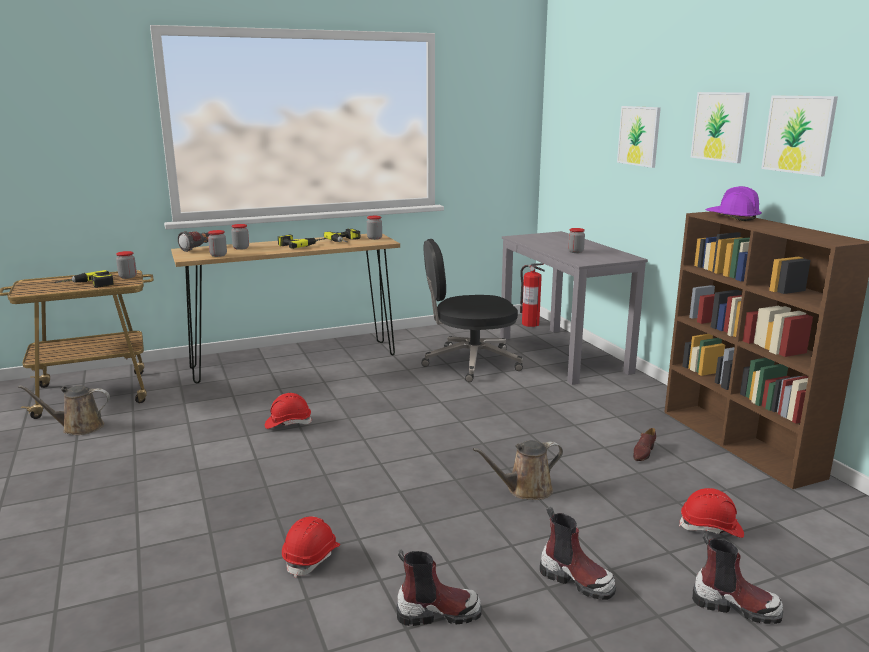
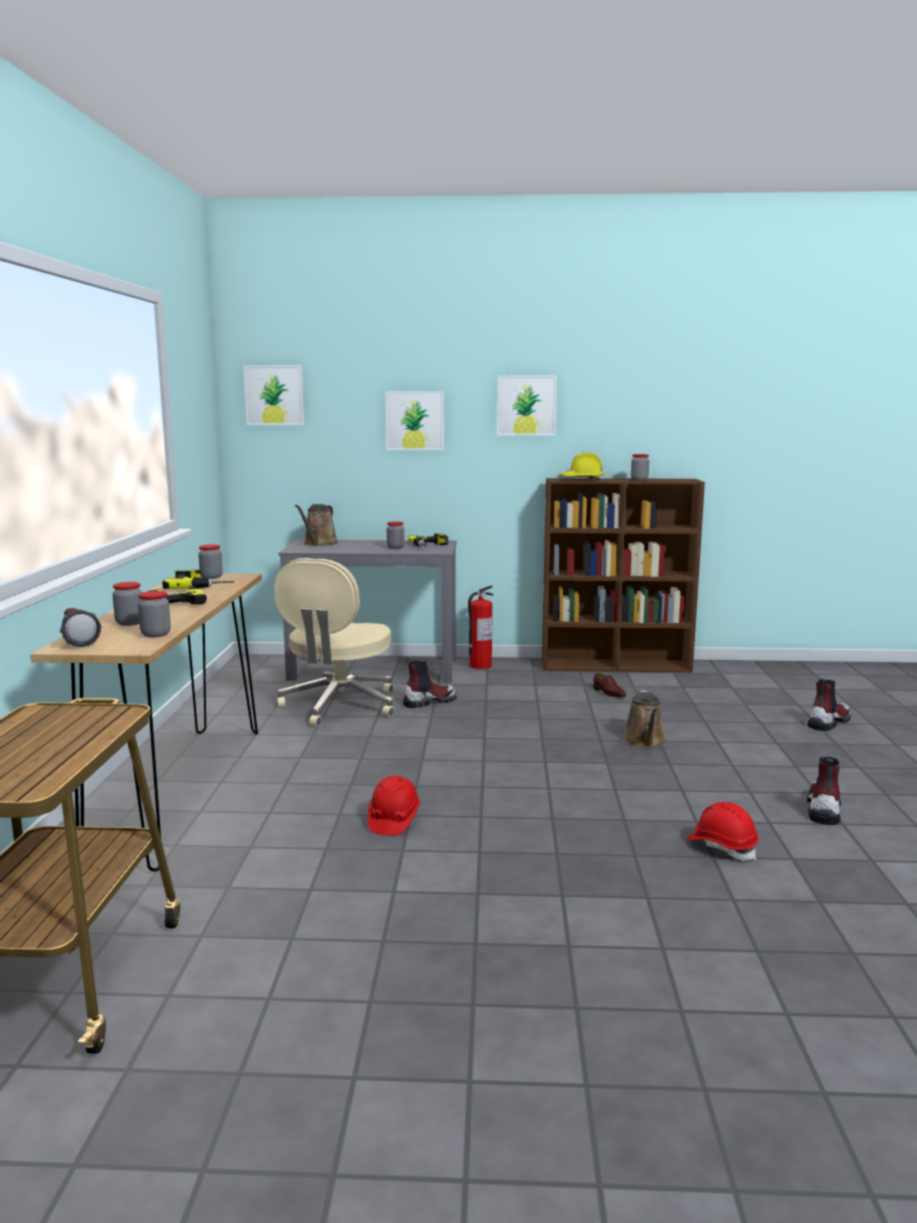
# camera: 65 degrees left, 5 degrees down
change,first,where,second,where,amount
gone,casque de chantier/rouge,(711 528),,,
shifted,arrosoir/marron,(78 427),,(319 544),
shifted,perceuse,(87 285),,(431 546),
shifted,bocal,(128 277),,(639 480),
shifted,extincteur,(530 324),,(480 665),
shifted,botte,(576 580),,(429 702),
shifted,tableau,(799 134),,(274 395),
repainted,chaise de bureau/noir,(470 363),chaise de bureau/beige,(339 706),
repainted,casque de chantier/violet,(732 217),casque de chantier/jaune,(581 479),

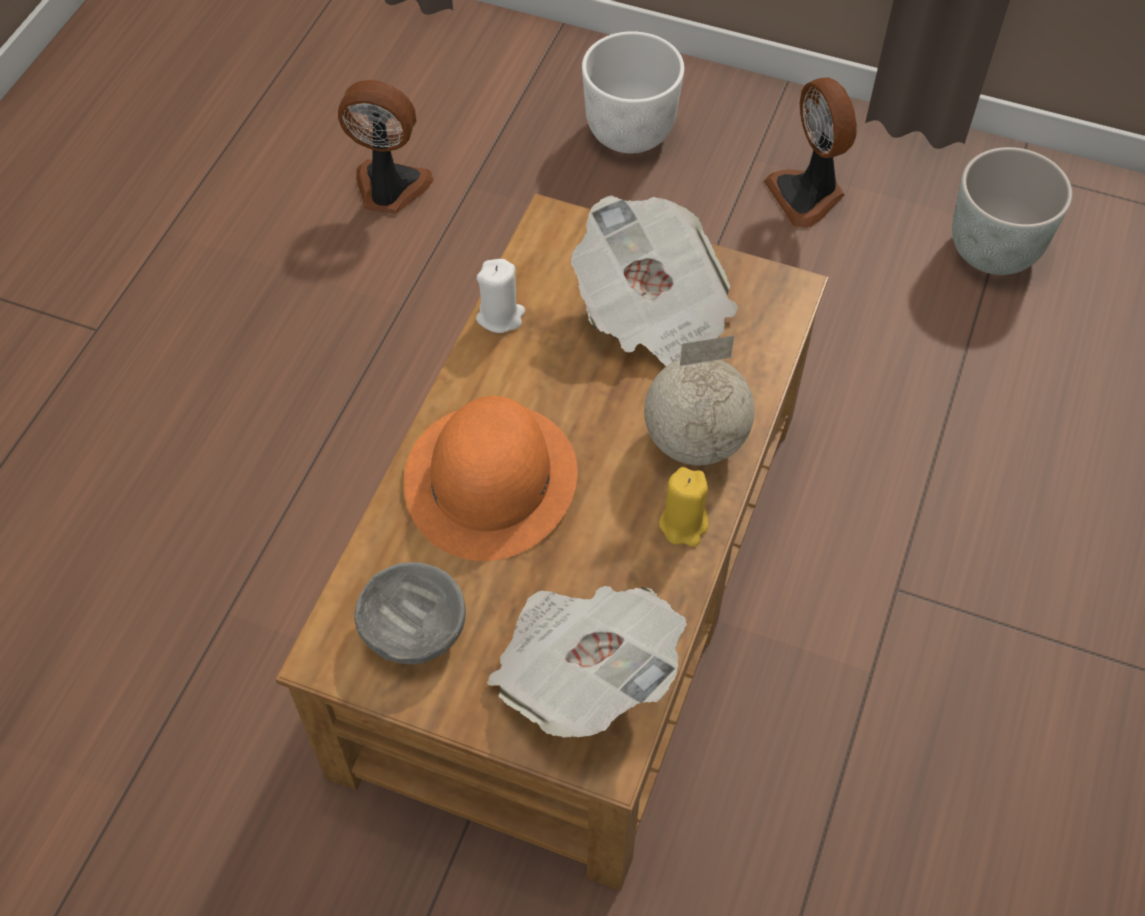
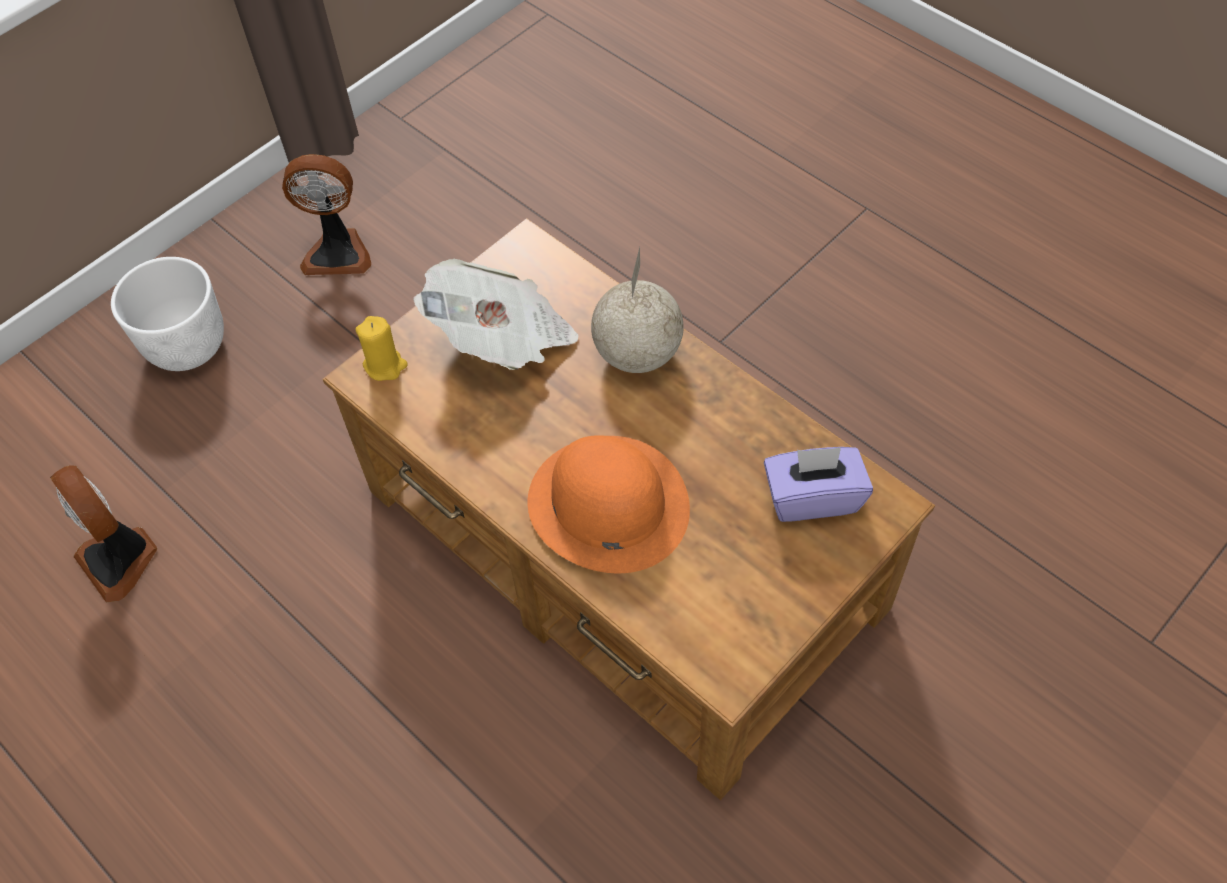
# camera: 65 degrees left, 0 degrees up
change,first,where,second,where,amount
gone,bol/gris,(413 630),,,
gone,bougie/blanc,(500 316),,,
gone,cache-pot/gris,(994 252),,,
shifted,bougie/jaune,(684 524),,(385 365),
swapped,journal,(583 672),boîte à mouchoirs/violet,(812 497),
rotated,ventilateur,(389 189),,(121 559),75 degrees counterclockwise

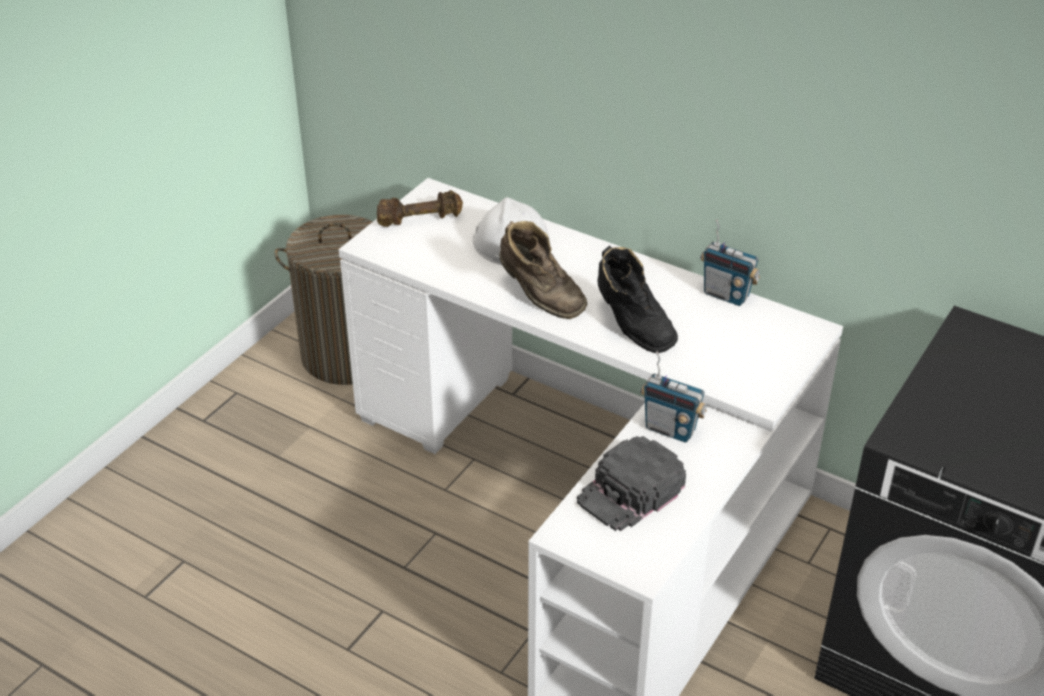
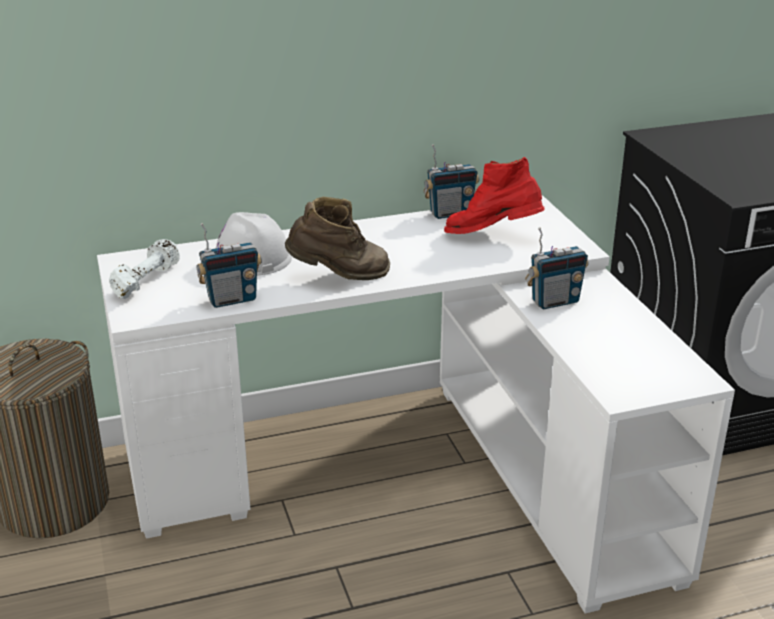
# camera: 50 degrees left, 10 degrees down
change,first,where,second,where,amount
gone,casquette/noir,(630 492),,,
gone,botte/noir,(631 327),,,
new,,,radio,(232 299),
new,,,botte/rouge,(492 236),
repainted,haltère/marron,(419 219),haltère/blanc,(145 281),

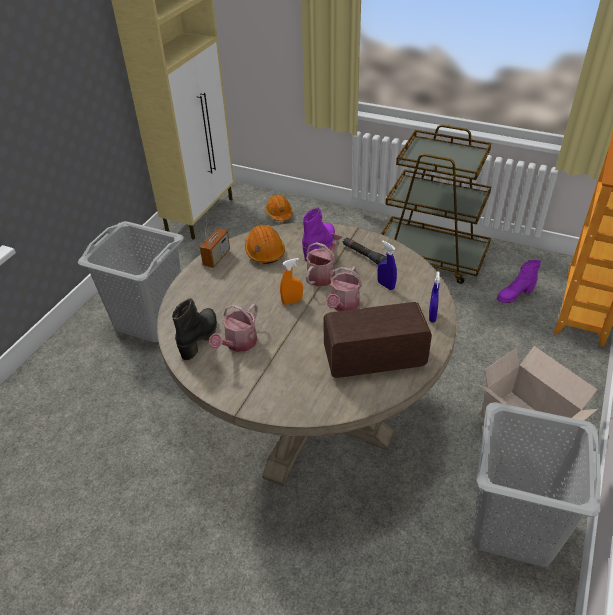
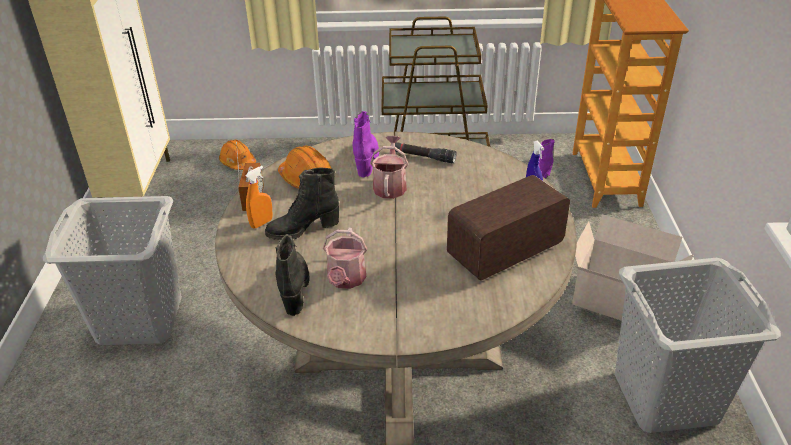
# camera: 25 degrees left, 5 degrees down
change,first,where,second,where,amount
gone,arrosoir,(343 305),,,
gone,vaporisateur/bleu,(386 285),,,
new,,,botte/noir,(303 229),
shifted,vaporisateur/orange,(292 301),,(261 223),

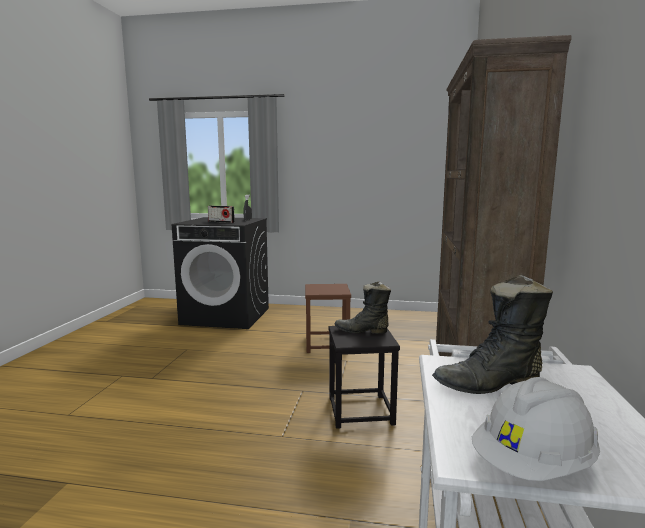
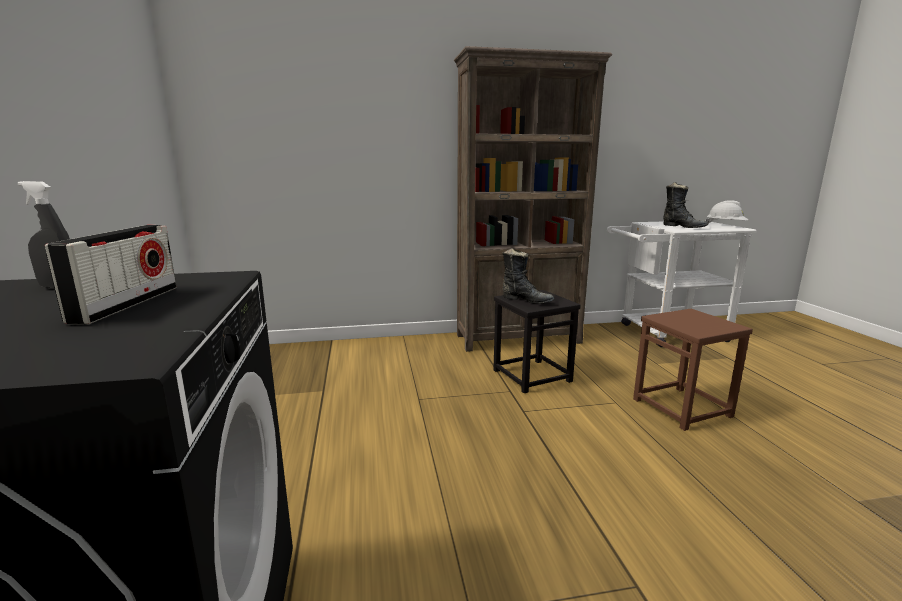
# camera: 110 degrees left, 5 degrees up
change,first,where,second,where,amount
shifted,tabouret/marron,(326 344),,(682 408),
rotated,botte/noir,(362 331),,(526 300),45 degrees counterclockwise

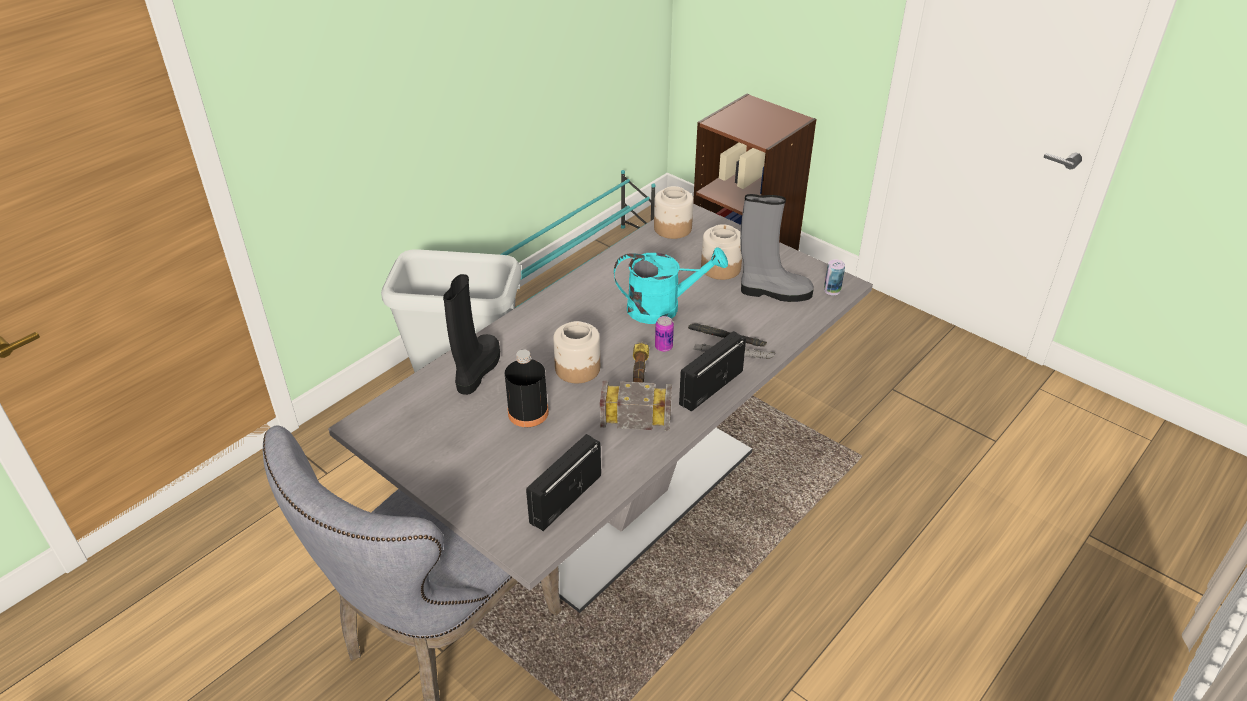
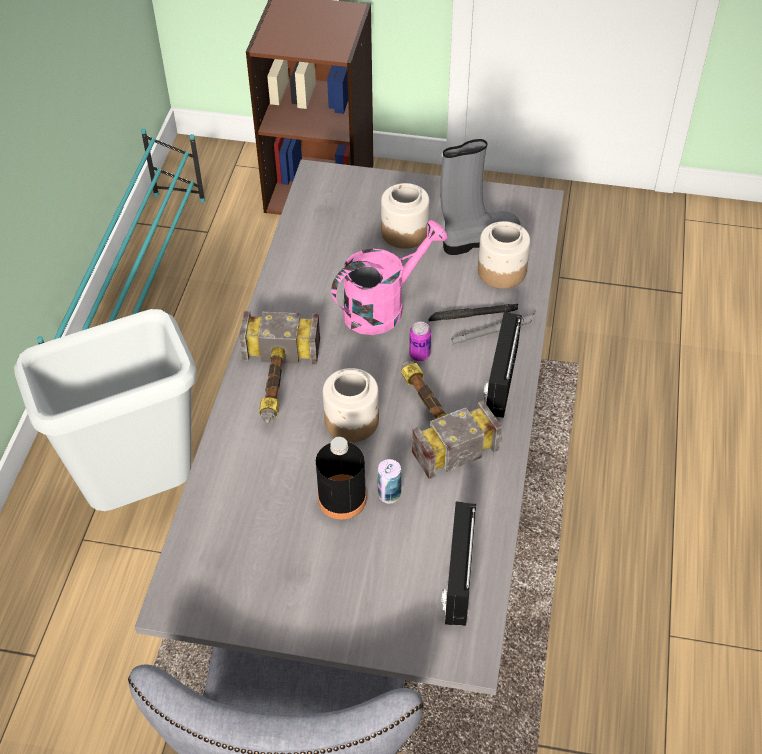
# camera: 30 degrees left, 10 degrees up
change,first,where,second,where,amount
gone,botte/noir,(477 370),,,
new,,,marteau,(276 383),
shifted,bocal,(672 228),,(501 271),
shifted,boîte métallique,(832 290),,(389 494),
repainted,arrosoir/turquoise,(663 308),arrosoir/rose,(383 307),

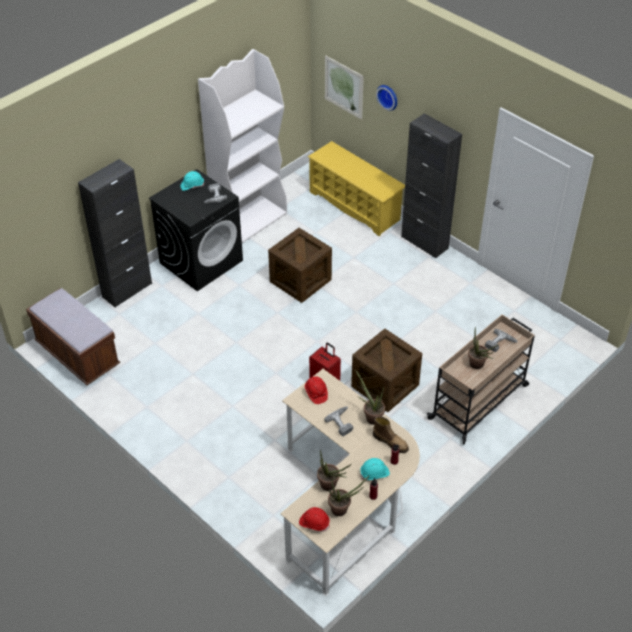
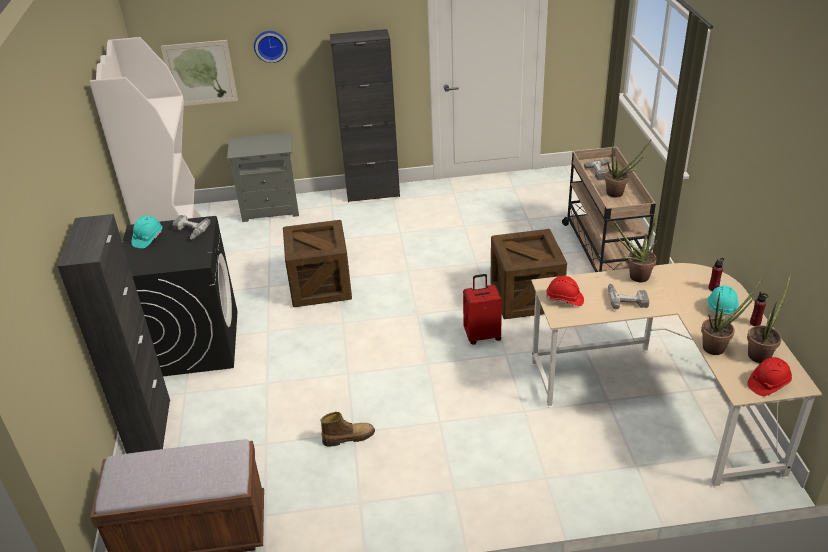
# camera: 50 degrees left, 10 degrees down
change,first,where,second,where,amount
shifted,botte,(391 442),,(348 437),
swapped,étagère à chaussures/jaune,(355 206),table de chevet/gris,(271 209),

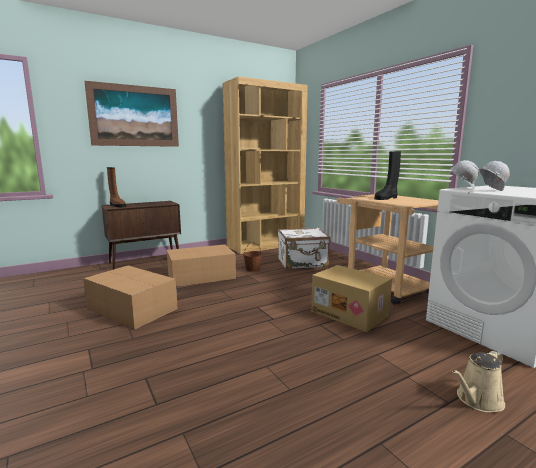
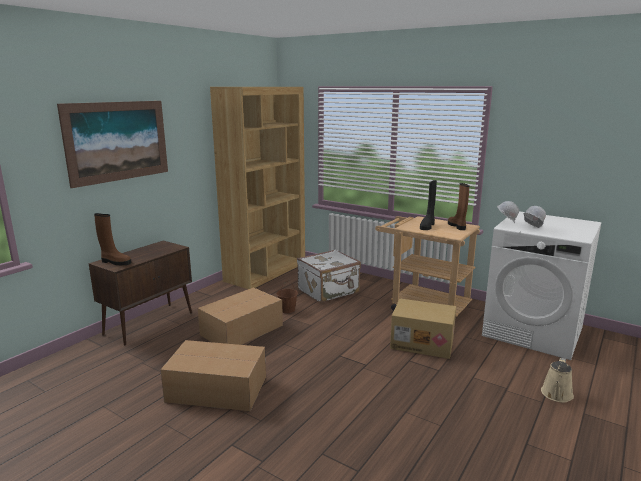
# camera: 25 degrees left, 5 degrees up
change,first,where,second,where,amount
new,,,botte/marron,(457 226),

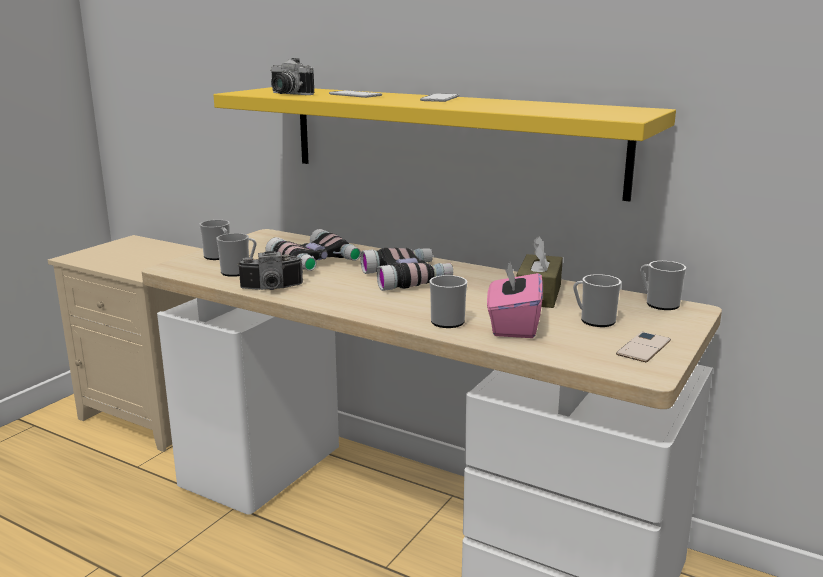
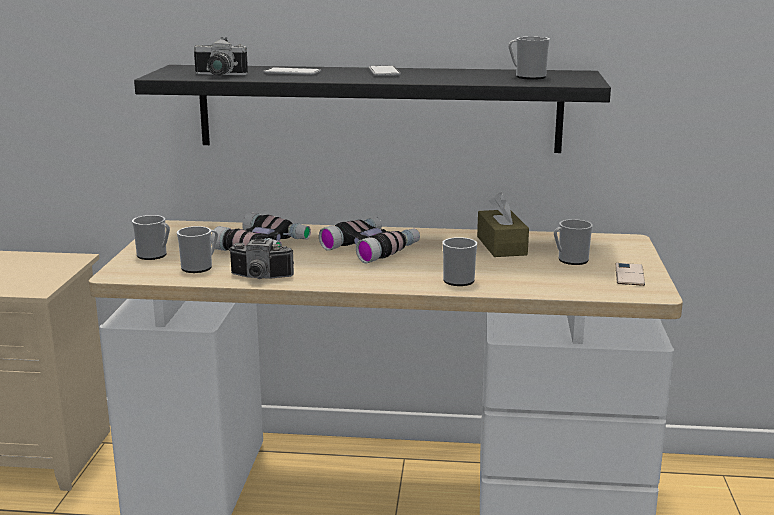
# camera: 25 degrees left, 0 degrees up
change,first,where,second,where,amount
gone,boîte à mouchoirs/rose,(513 325),,,
shifted,mug,(658 304),,(527 77),
repainted,étagère/jaune,(449 138),étagère/noir,(378 108),
rotated,appareil photo,(272 289),,(259 278),45 degrees clockwise

